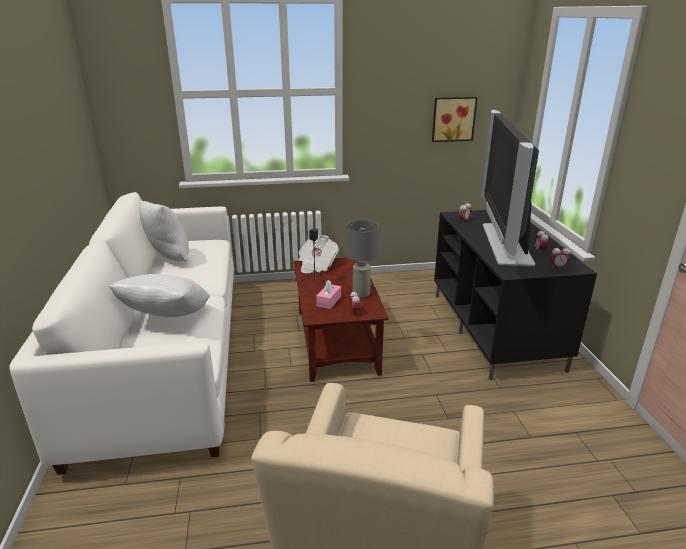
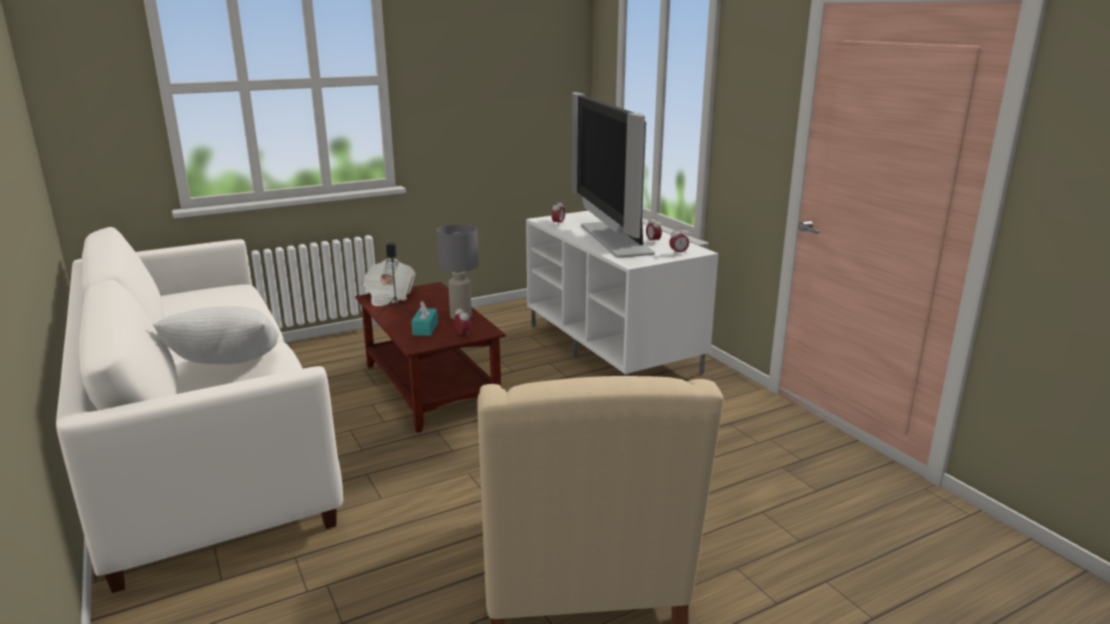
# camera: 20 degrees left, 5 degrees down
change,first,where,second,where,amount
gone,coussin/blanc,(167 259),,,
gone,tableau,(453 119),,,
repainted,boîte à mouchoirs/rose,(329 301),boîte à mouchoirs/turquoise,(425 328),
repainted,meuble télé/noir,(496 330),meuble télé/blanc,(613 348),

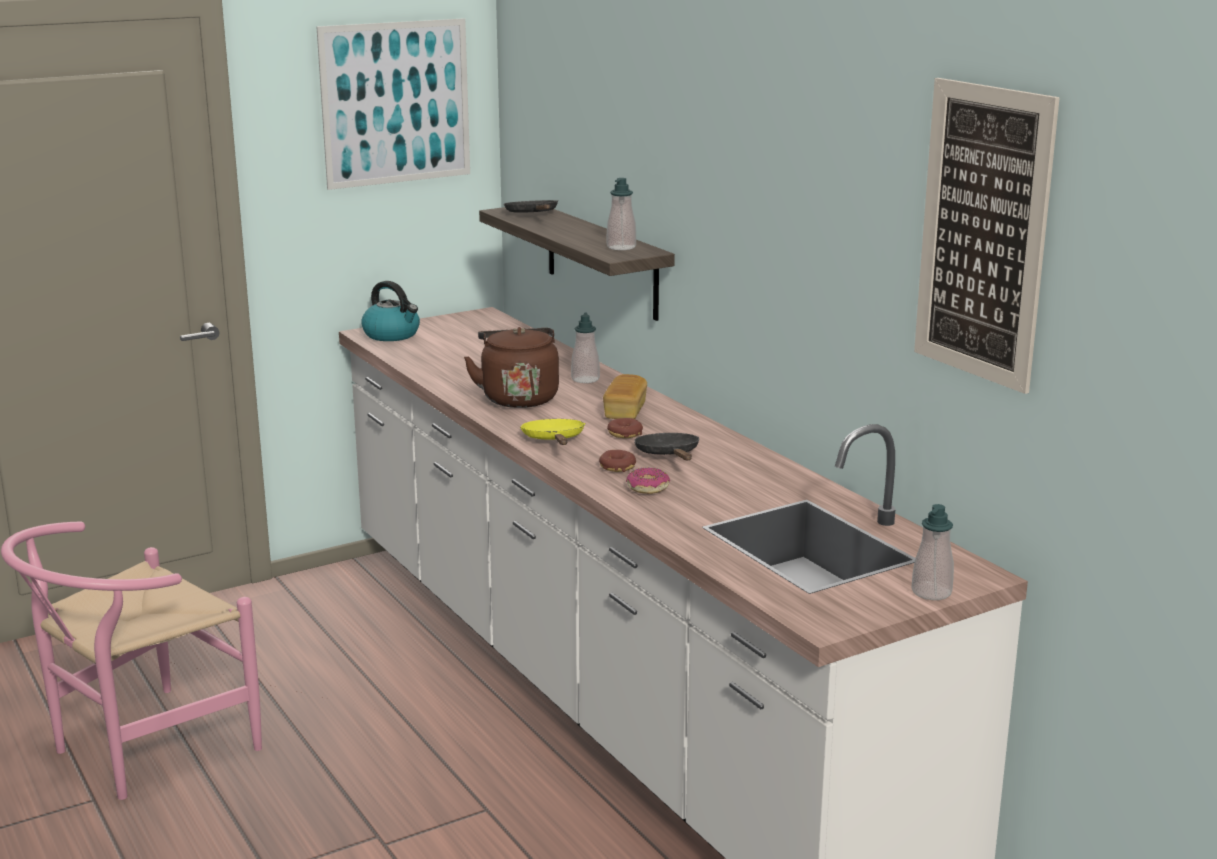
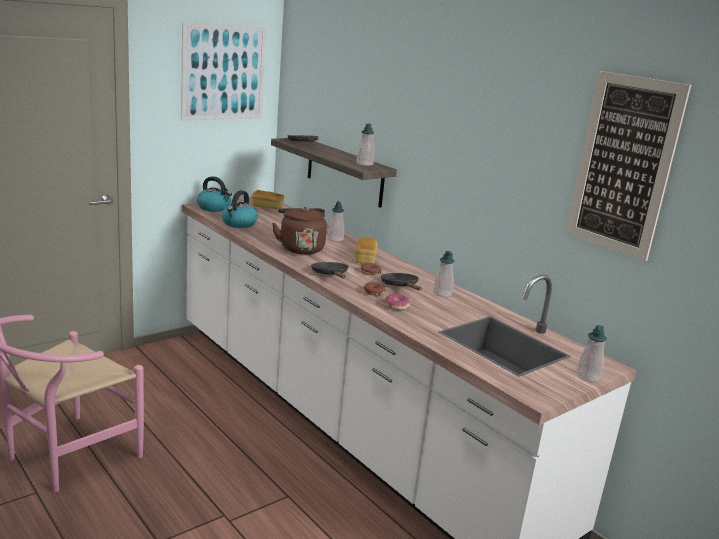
# camera: 10 degrees left, 0 degrees up
change,first,where,second,where,amount
new,,,bouilloire,(239 224),
new,,,pain,(267 207),
new,,,distributeur de savon,(442 294),
repainted,poêle/jaune,(554 440),poêle/noir,(330 275),

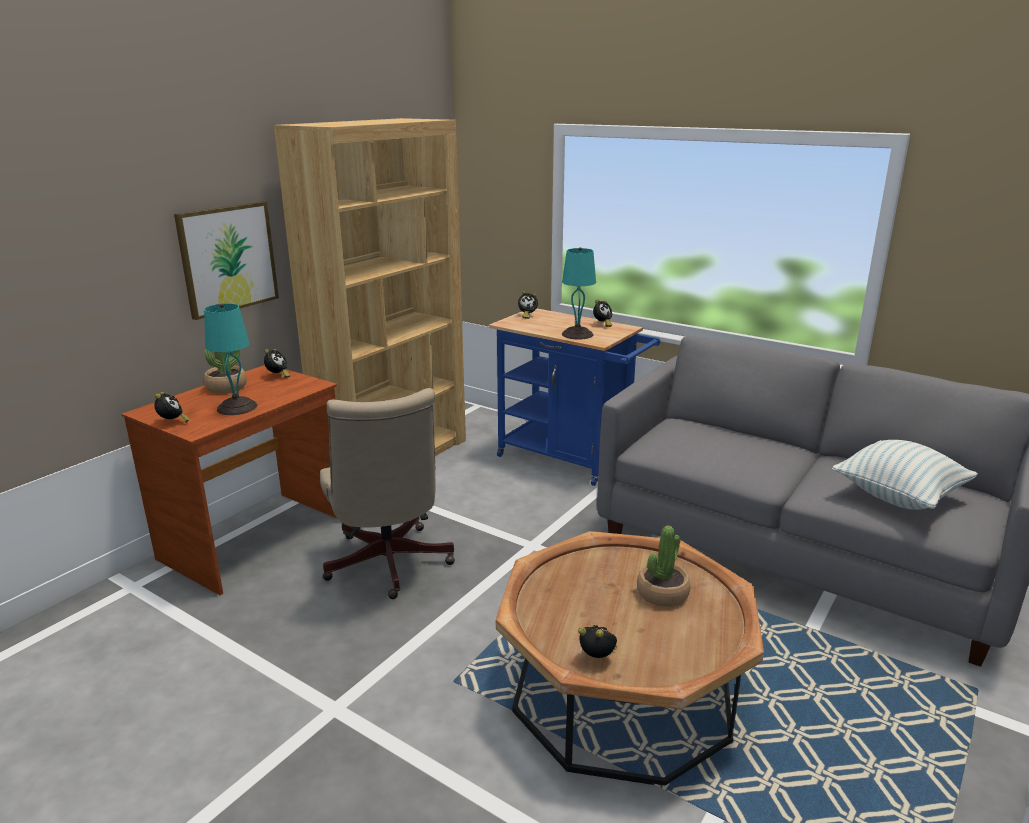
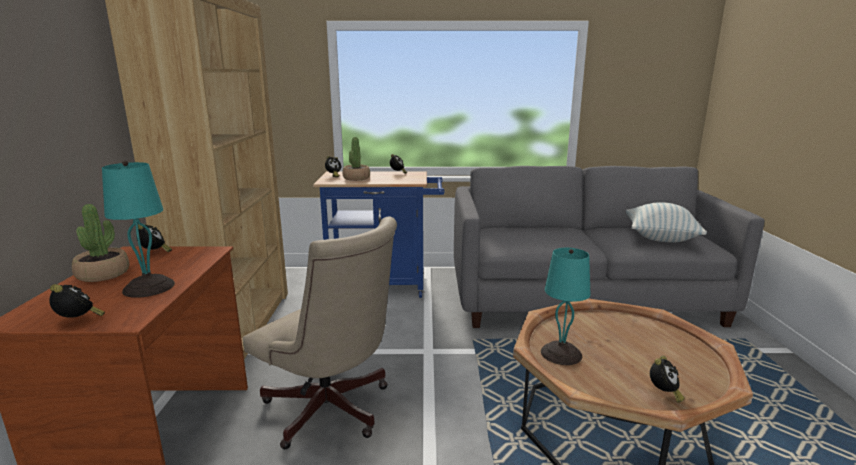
# camera: 35 degrees left, 5 degrees down
change,first,where,second,where,amount
gone,tableau,(228 258),,,
shifted,lampe de table/turquoise,(577 334),,(561 353),
shifted,plante en pot,(662 593),,(356 178),
rotated,réveil,(598 658),,(663 394),135 degrees clockwise

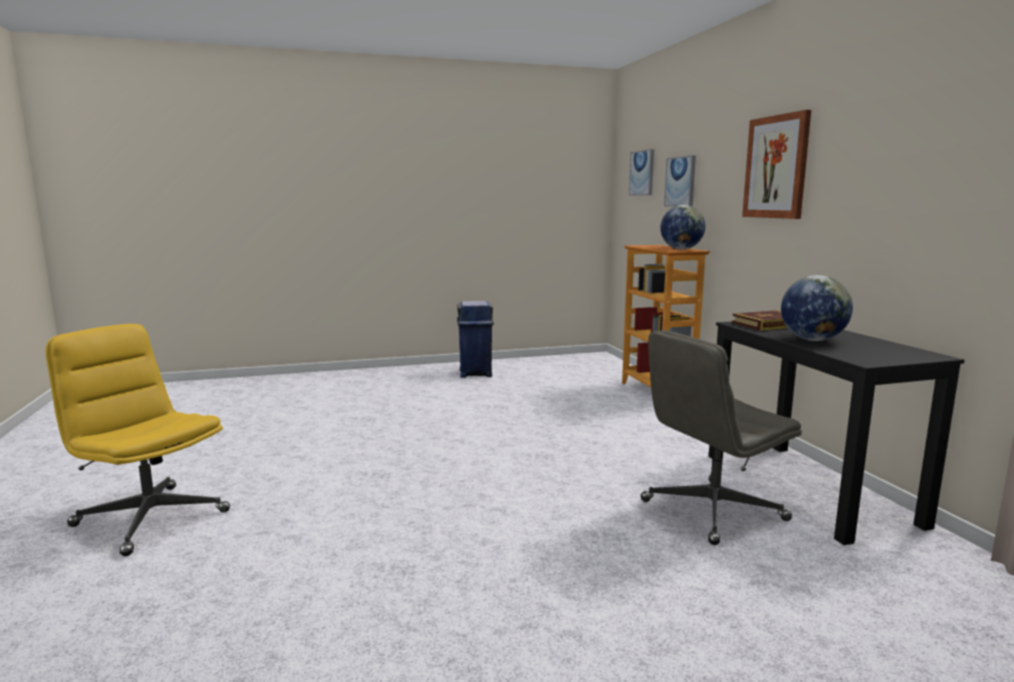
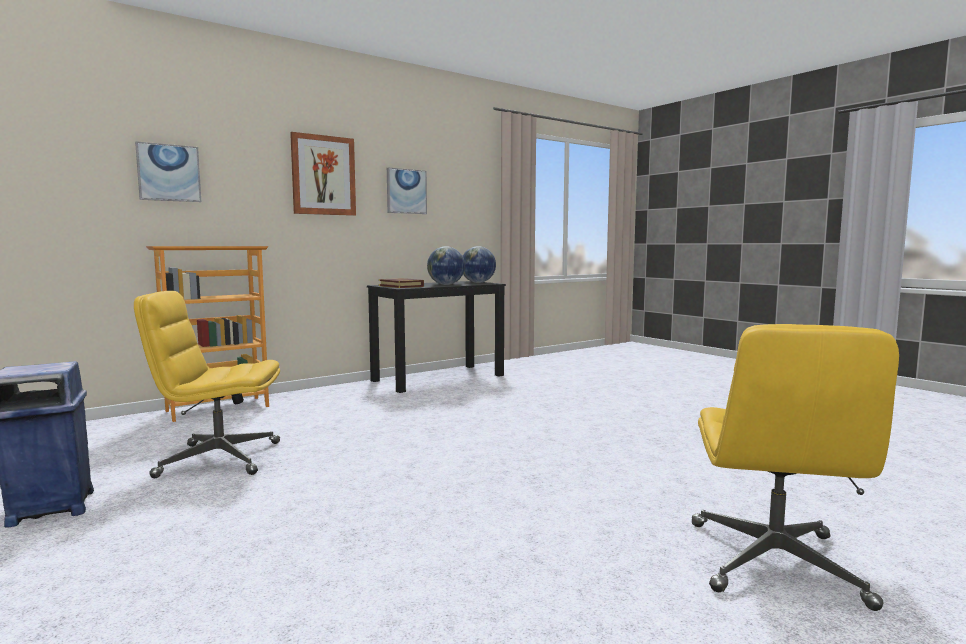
# camera: 110 degrees left, 5 degrees down
change,first,where,second,where,amount
gone,chaise de bureau/gris,(712 511),,,
new,,,chaise de bureau/jaune,(218 459),
shifted,tableau,(642 173),,(406 191),
shifted,globe,(681 249),,(477 282),

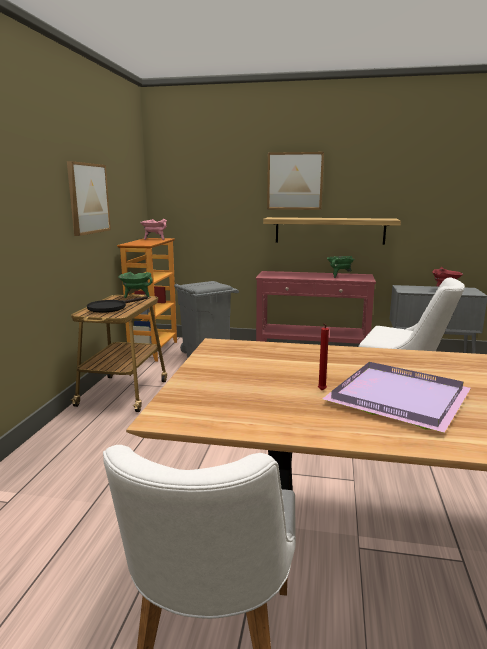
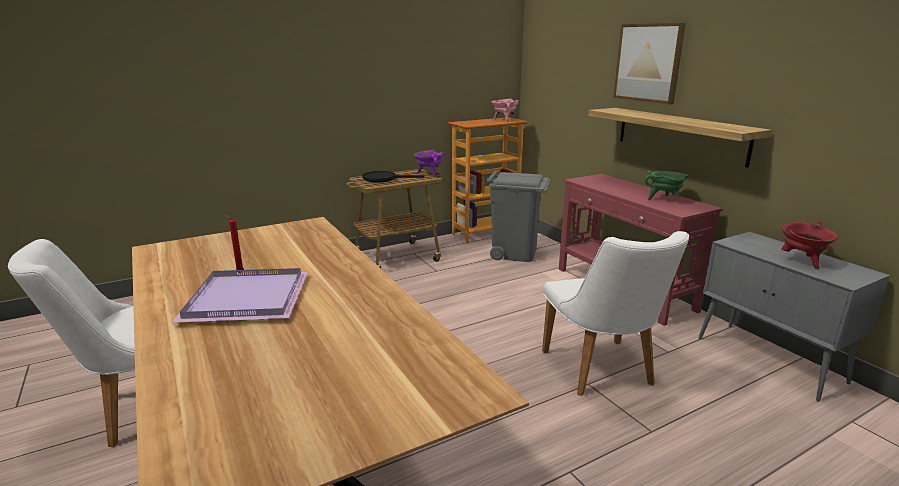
# camera: 50 degrees right, 5 degrees up
change,first,where,second,where,amount
gone,tableau,(88 198),,,
repainted,marmite/vert,(136 296),marmite/violet,(429 174),

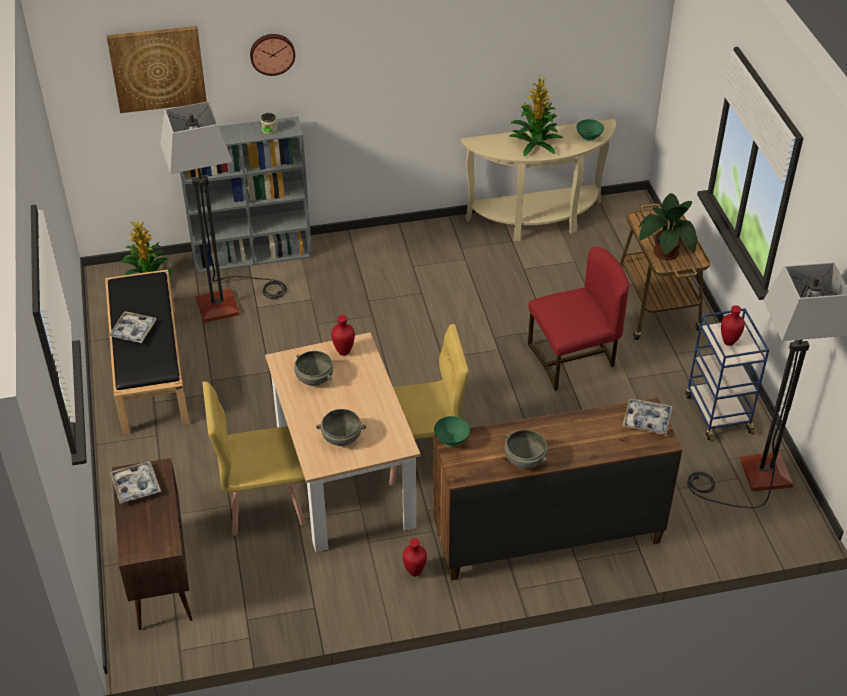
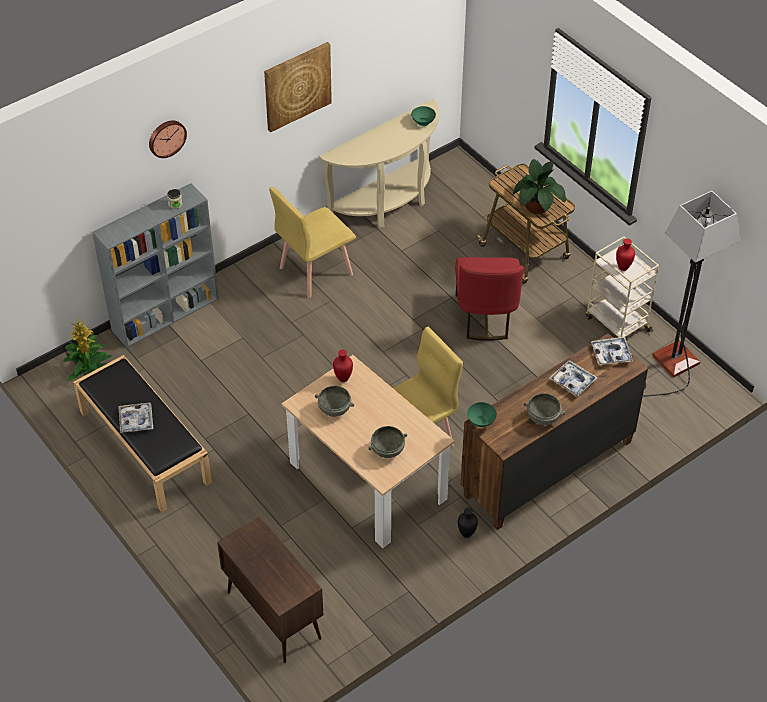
# camera: 25 degrees left, 5 degrees up
change,first,where,second,where,amount
gone,lampadaire,(229 301),,,
gone,plante en pot,(536 144),,,
shifted,tableau,(157 68),,(297 86),
shifted,plateau,(136 486),,(572 381),
shifted,chaise/jaune,(263 502),,(315 271),
repainted,vase/rouge,(414 572),vase/noir,(466 534),
repainted,chariot/bleu,(717 413),chariot/beige,(616 323),
rotated,chaise/rouge,(573 359),,(485 316),135 degrees clockwise

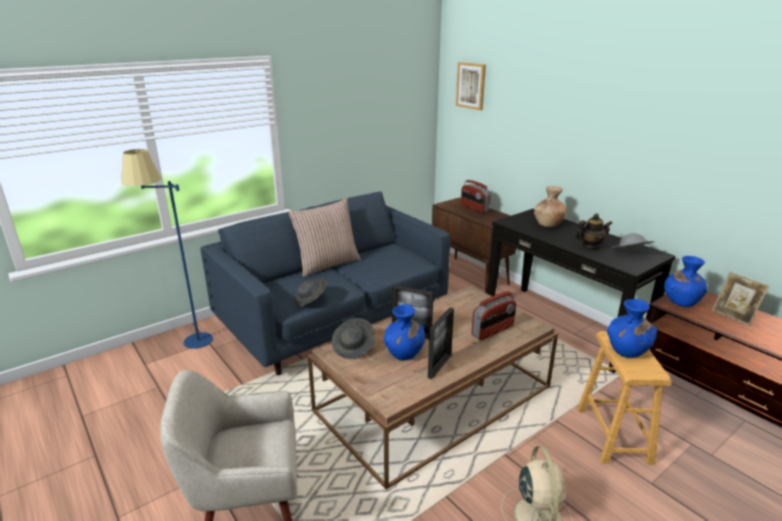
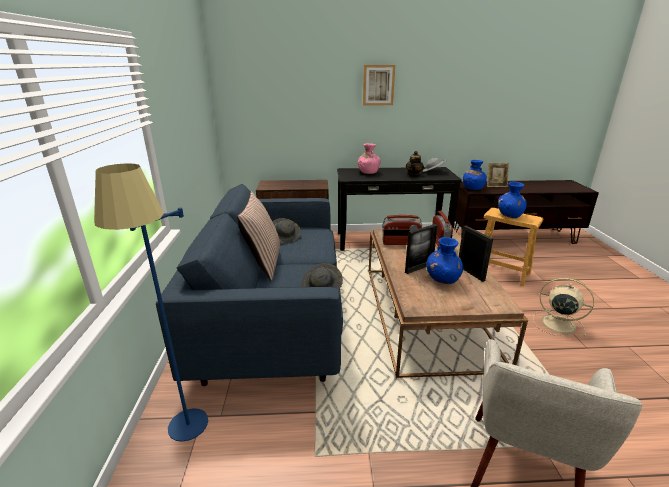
# camera: 55 degrees left, 0 degrees up
change,first,where,second,where,amount
shifted,chapeau/gris,(354 347),,(285 238),
shifted,tableau,(471 85),,(378 85),
shifted,radio,(474 208),,(400 243),
repainted,vase/marron,(548 224),vase/rose,(368 172),

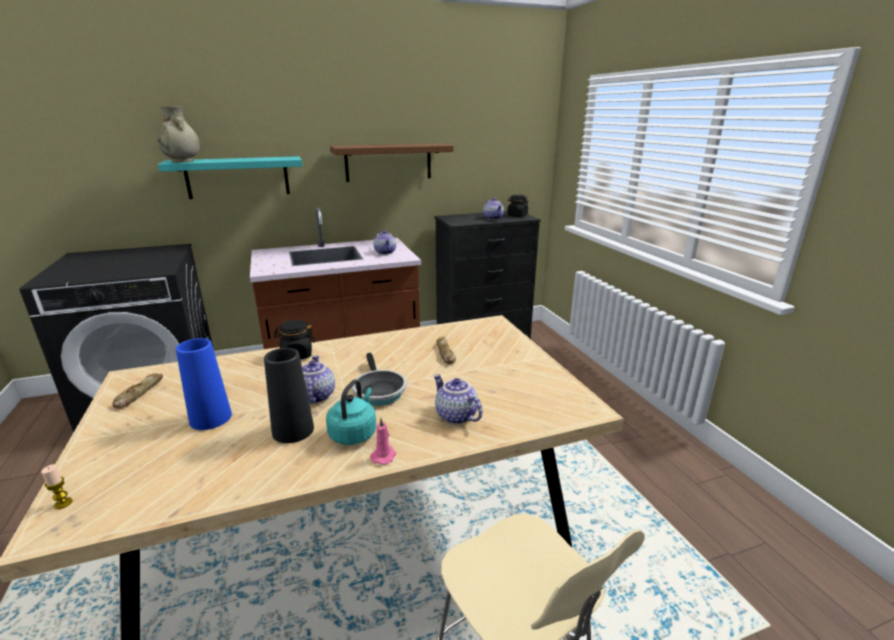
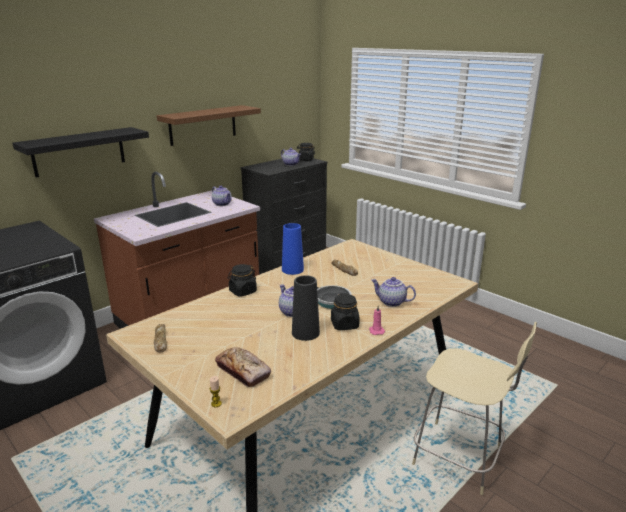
# camera: 25 degrees left, 0 degrees up
change,first,where,second,where,amount
gone,vase/beige,(183 161),,,
new,,,pain,(243 371),
shifted,vase/bleu,(210 418),,(292 269),
swapped,bouilloire/turquoise,(354 433),bocal/noir,(344 325),
repainted,étagère/turquoise,(238 177),étagère/noir,(79 151),

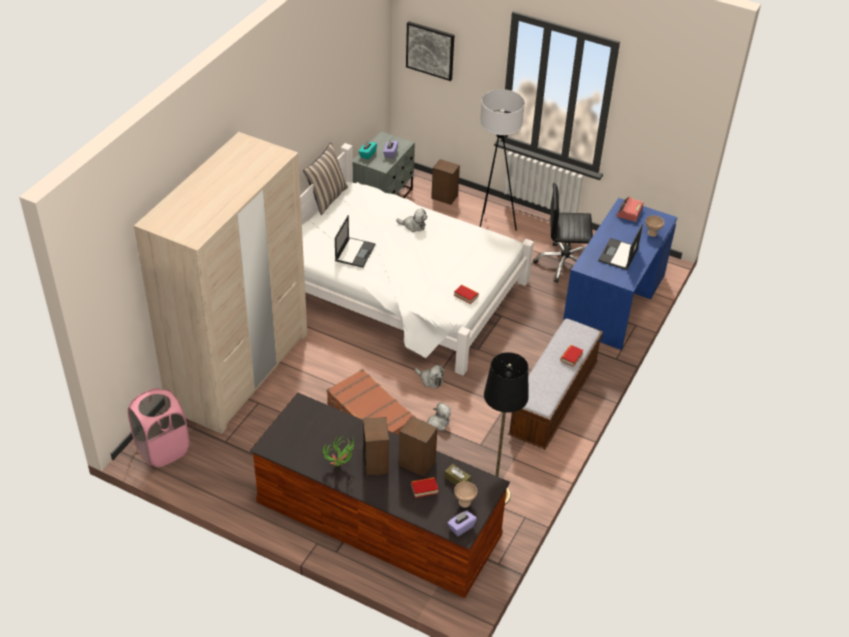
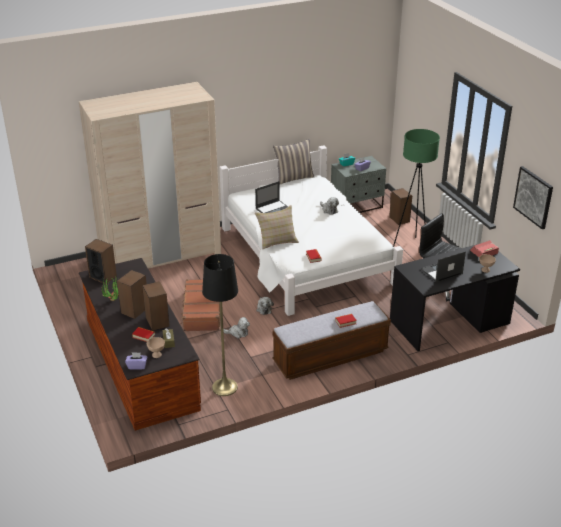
# camera: 40 degrees right, 10 degrees down
change,first,where,second,where,amount
gone,panier à linge/rose,(163 449),,,
new,,,enceinte,(103 277),
new,,,coussin/beige,(277 241),
shifted,tableau,(430 50),,(533 197),
repainted,lampadaire/blanc,(491 228),lampadaire/vert,(411 247),
repainted,bureau/bleu,(615 302),bureau/noir,(449 322),

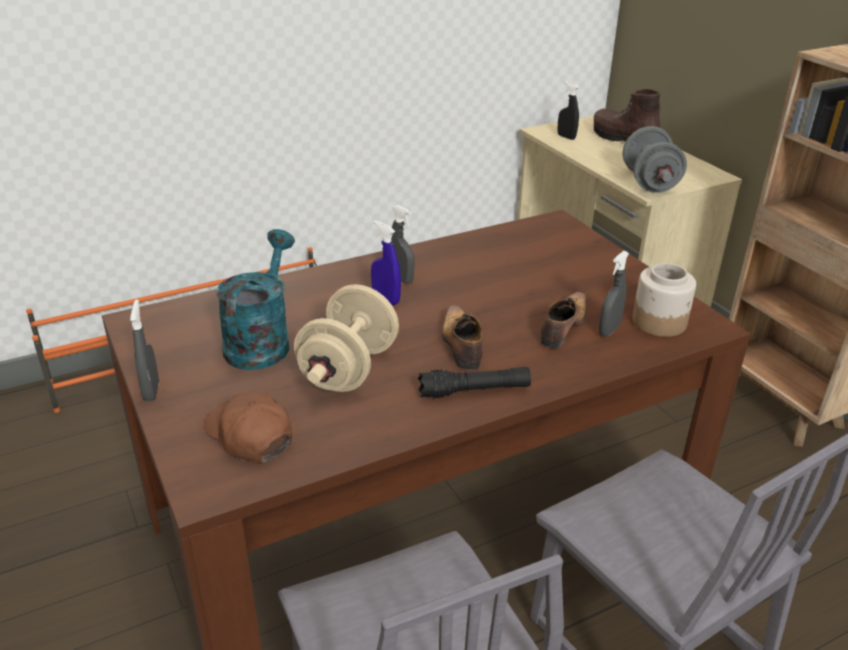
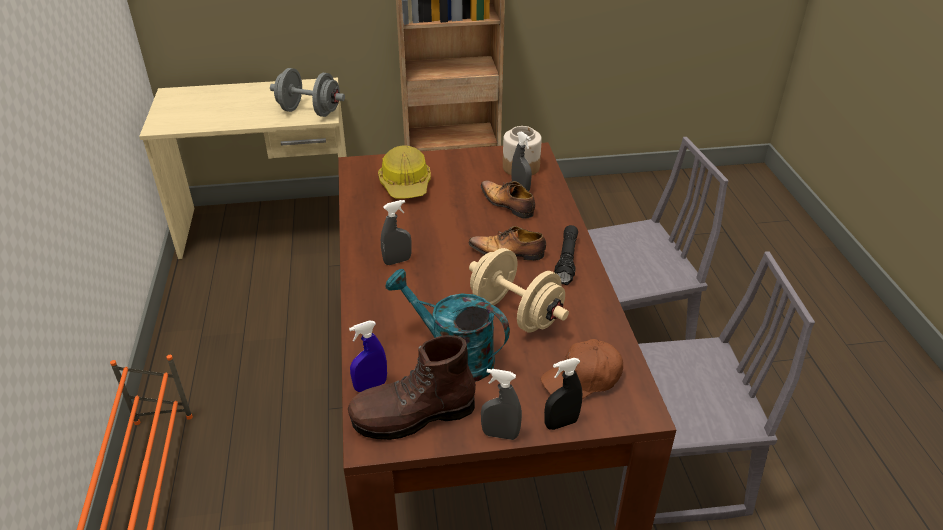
# camera: 70 degrees left, 5 degrees up
change,first,where,second,where,amount
new,,,casque de chantier,(406 184),
shifted,vaporisateur/bleu,(386 299),,(370 385),
shifted,vaporisateur/noir,(566 137),,(561 423),
shifted,botte/marron,(622 140),,(413 416),

